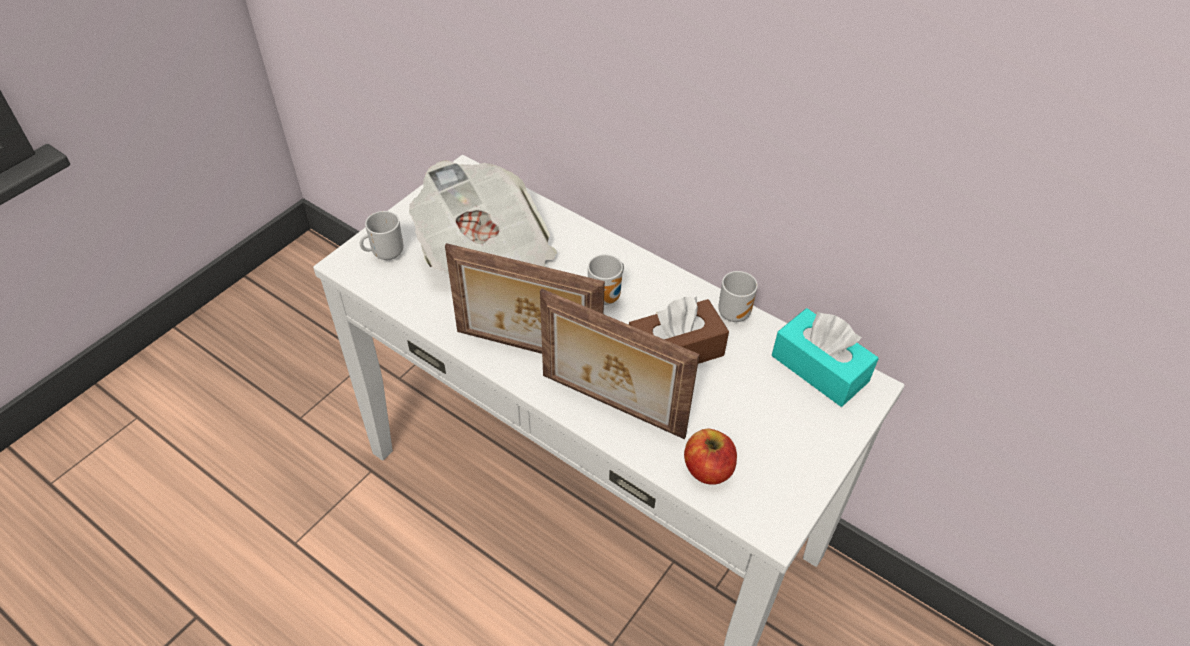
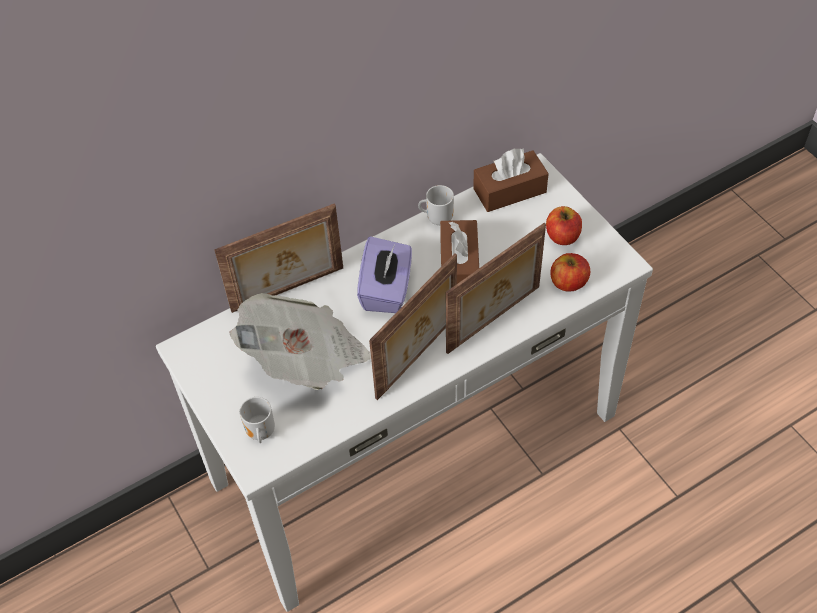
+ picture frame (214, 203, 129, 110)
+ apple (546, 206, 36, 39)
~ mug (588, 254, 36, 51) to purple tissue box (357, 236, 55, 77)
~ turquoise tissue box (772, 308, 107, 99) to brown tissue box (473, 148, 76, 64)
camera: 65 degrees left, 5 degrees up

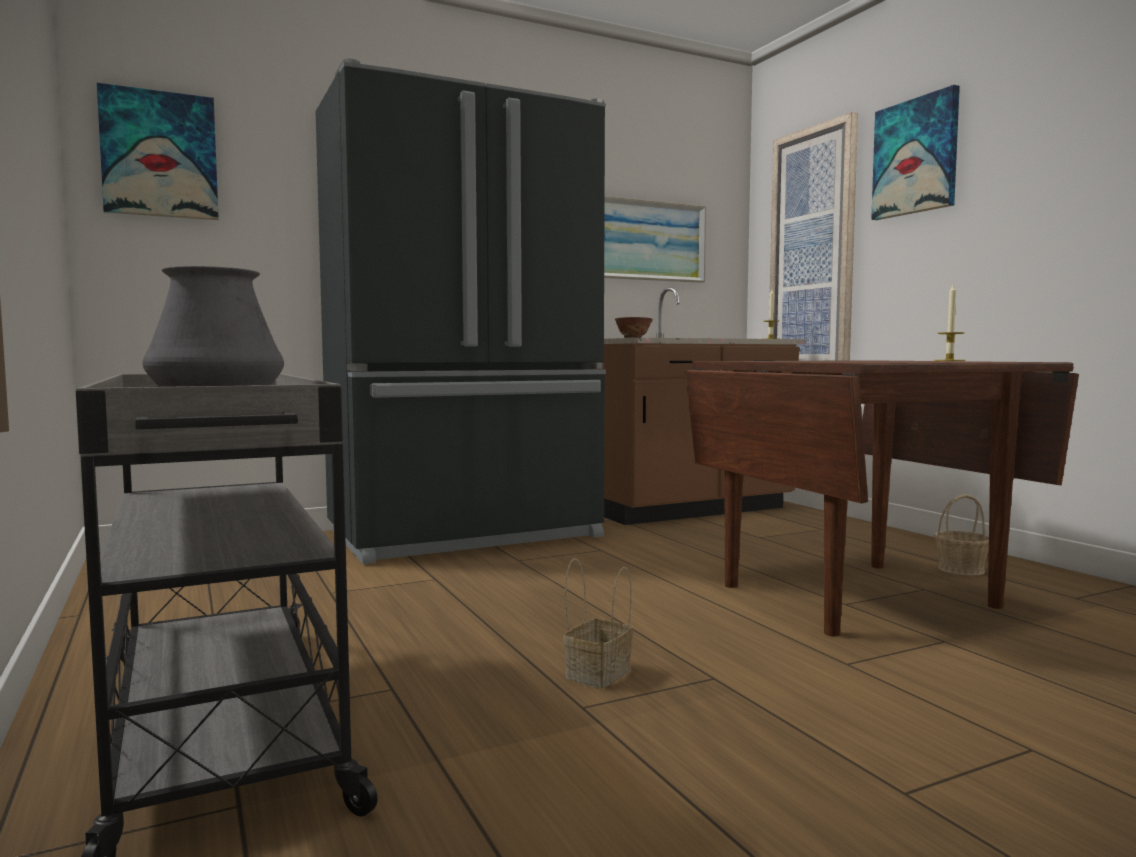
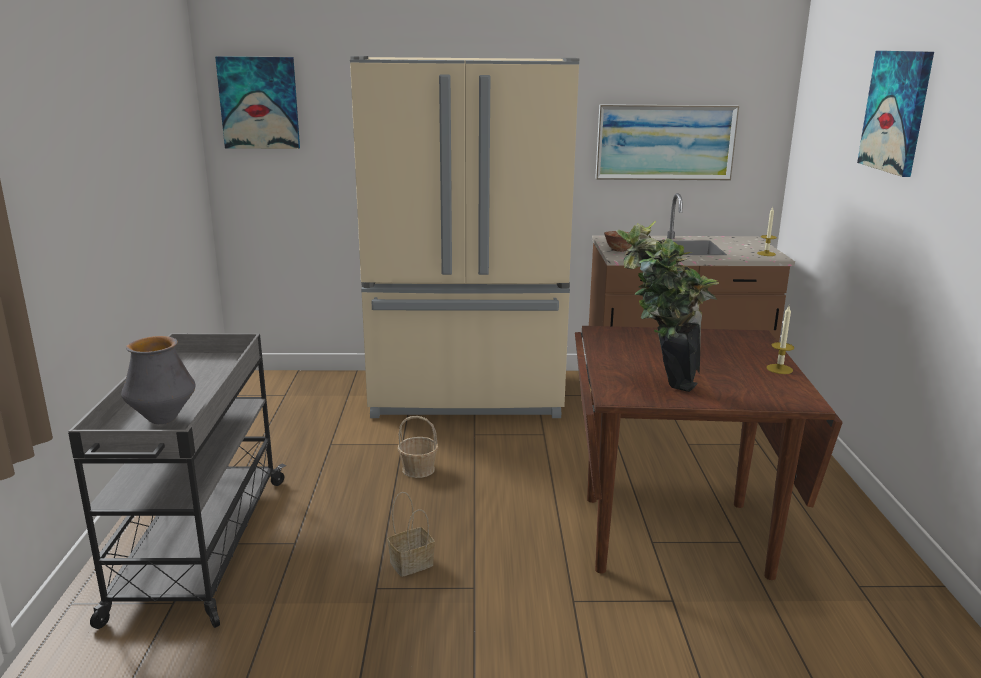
- picture (769, 112, 89, 249)
+ potted plant (616, 221, 103, 171)
~ basket (934, 494, 55, 82) to (398, 416, 40, 62)
~ black fridge (316, 58, 290, 506) to beige fridge (350, 56, 230, 362)
camera: 25 degrees right, 15 degrees up

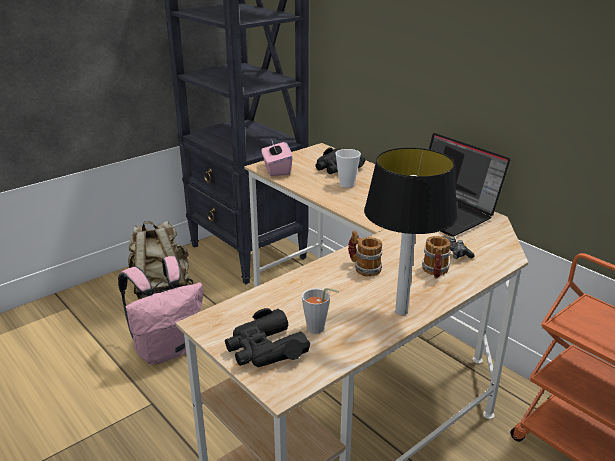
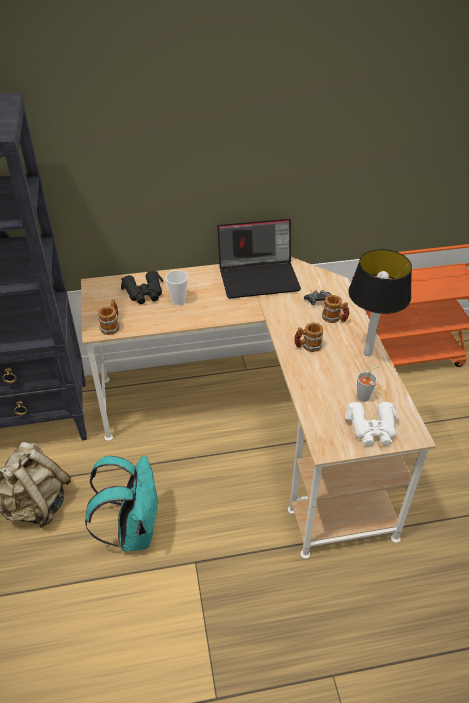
~ pink tissue box (261, 139, 32, 37) to mug (98, 299, 22, 36)
~ pink backpack (118, 256, 85, 109) to turquoise backpack (85, 456, 74, 95)
~ black binoculars (225, 308, 85, 59) to white binoculars (345, 402, 55, 44)
camera: 60 degrees left, 15 degrees up

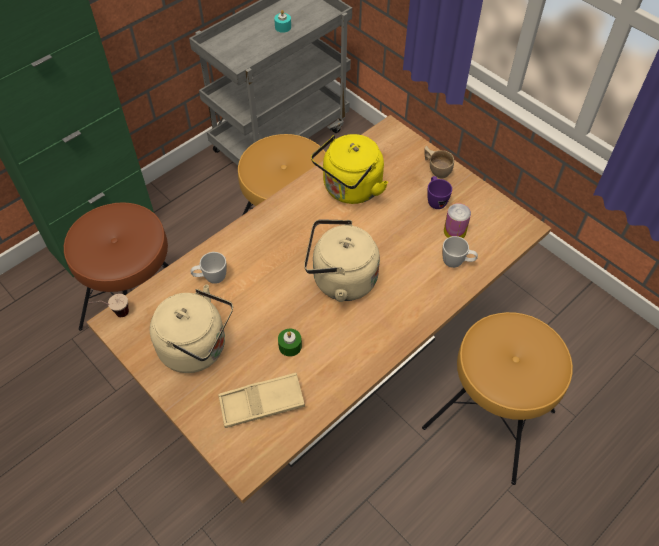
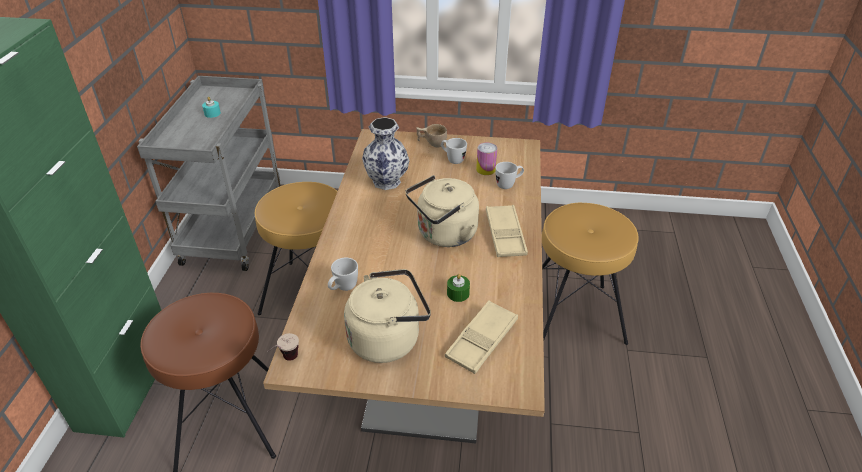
+ beige tray (486, 205, 42, 52)
~ yellow kettle (311, 134, 77, 70) to vase (362, 117, 47, 73)
~ purple mug (427, 176, 25, 33) to white mug (441, 138, 26, 26)
camera: 40 degrees left, 15 degrees down

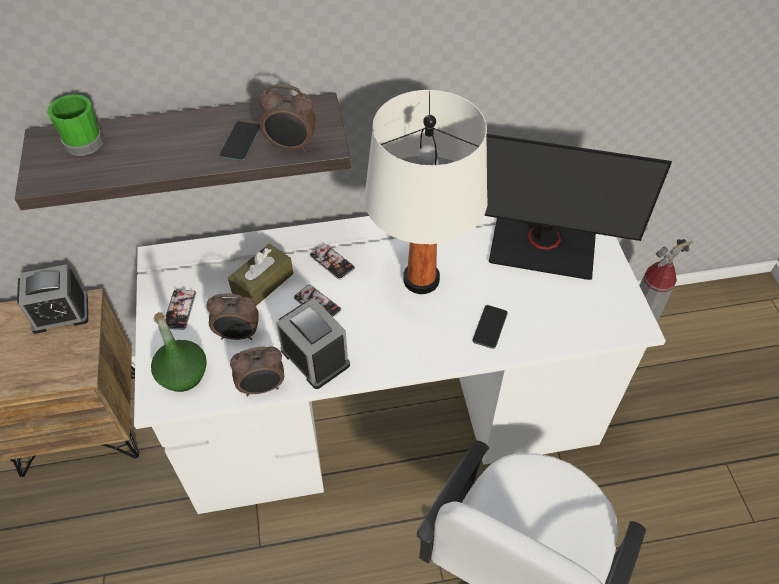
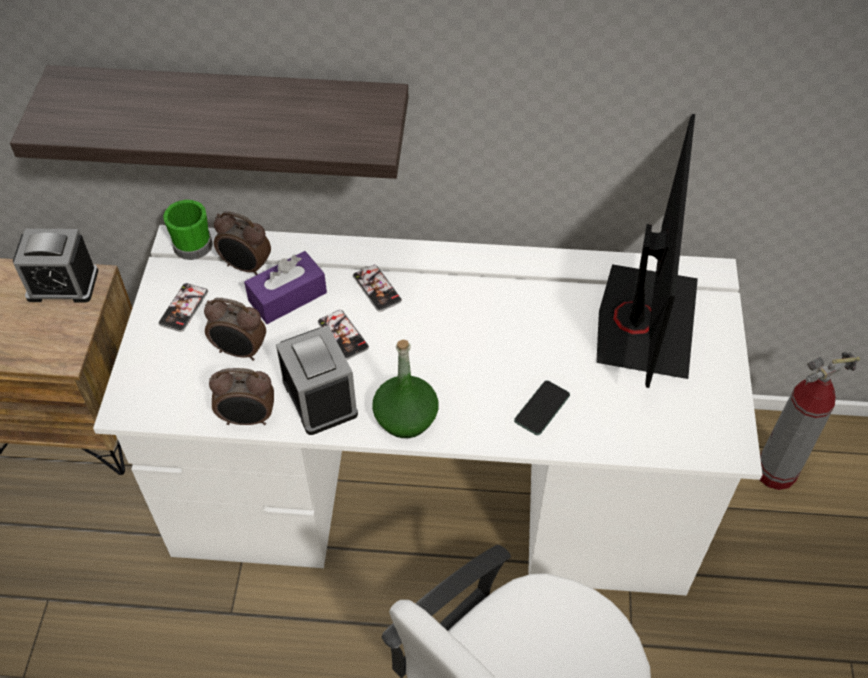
- phone (219, 121, 42, 40)
- white table lamp (364, 90, 123, 204)
~ green mug (47, 94, 57, 62) to (163, 200, 50, 60)
~ green bottle (151, 312, 56, 80) to (372, 339, 67, 99)
~ alarm clock (259, 84, 57, 68) to (214, 211, 57, 64)
~ brown tissue box (228, 244, 65, 62) to purple tissue box (244, 251, 83, 73)
~ monitor (484, 134, 188, 146) = (596, 114, 102, 274) 105 degrees counterclockwise
camera: 15 degrees right, 0 degrees up

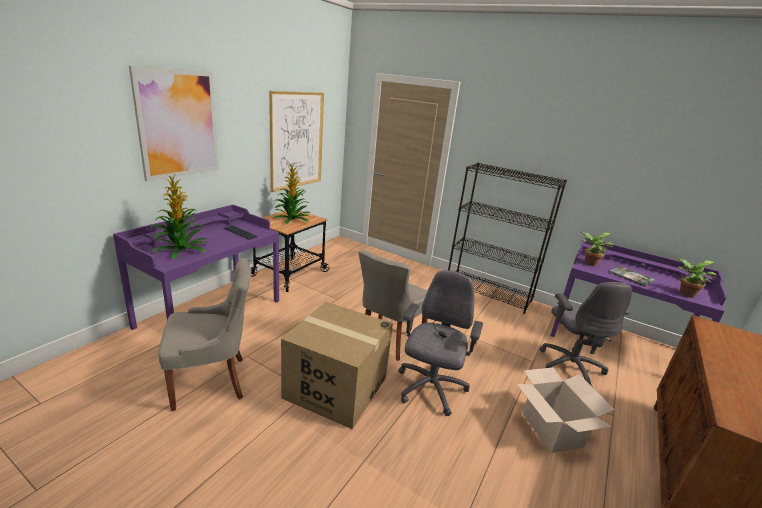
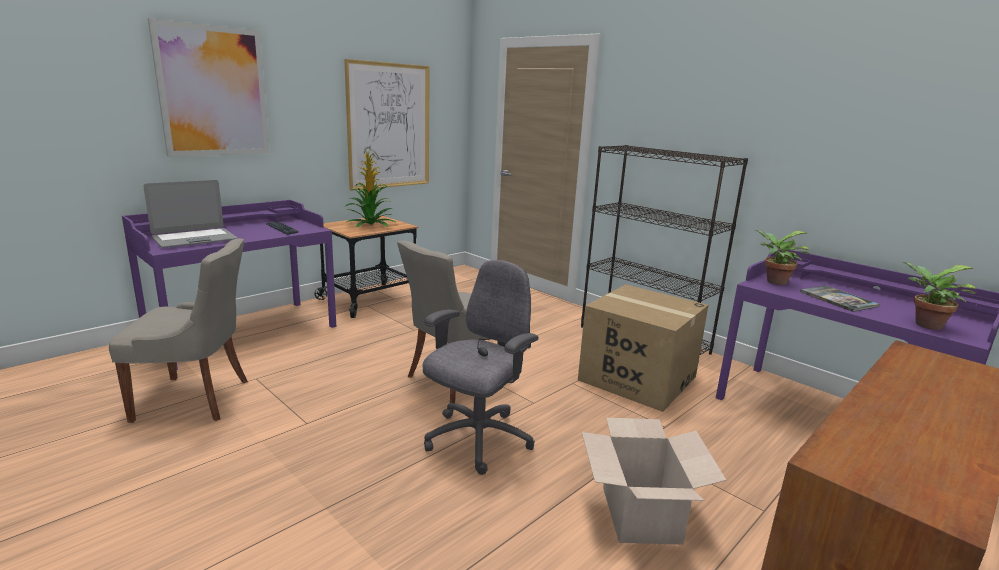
- grey office chair (540, 282, 92, 105)
~ cardboard box (281, 302, 112, 127) to (578, 284, 131, 128)
~ potted plant (151, 174, 56, 85) to laptop (143, 180, 95, 68)
camera: 15 degrees right, 5 degrees down

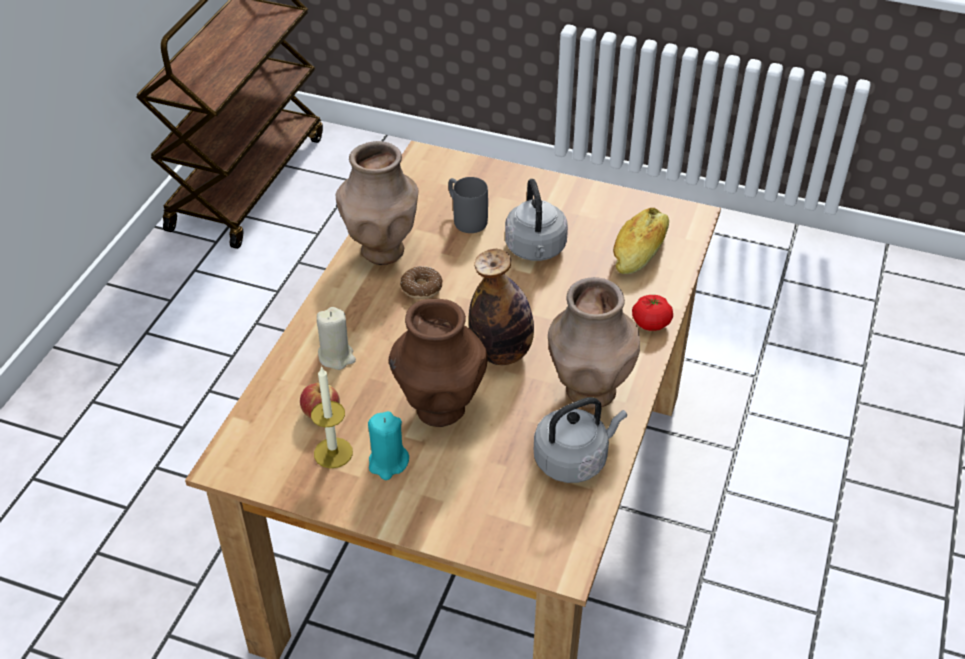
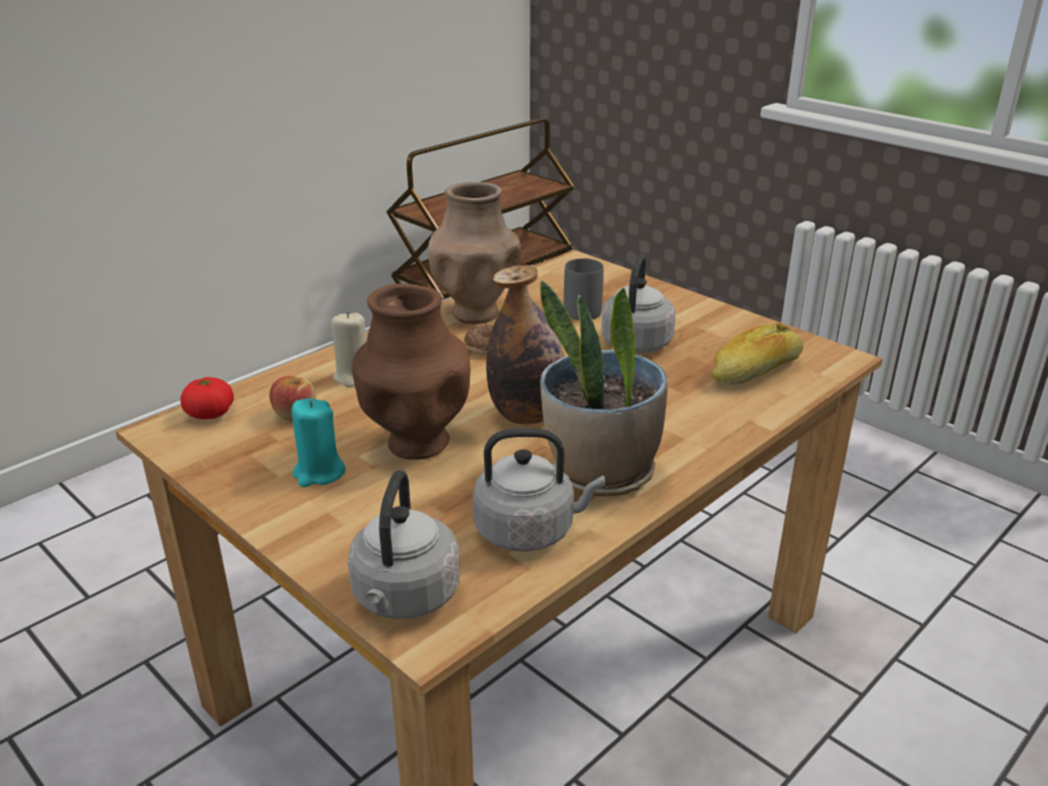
- candle (311, 366, 42, 102)
+ grey kettle (348, 470, 112, 149)
~ tomato (632, 295, 41, 36) to (180, 377, 54, 42)
~ brown vase (548, 277, 92, 132) to potted plant (540, 280, 128, 217)
camera: 25 degrees right, 15 degrees down

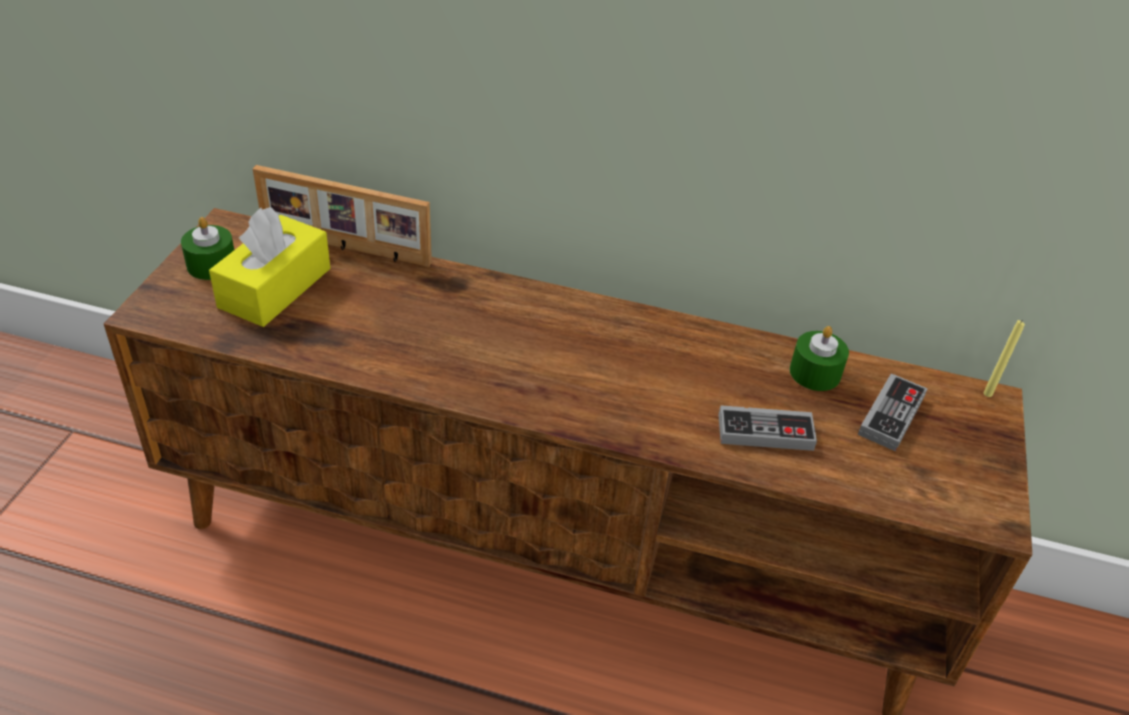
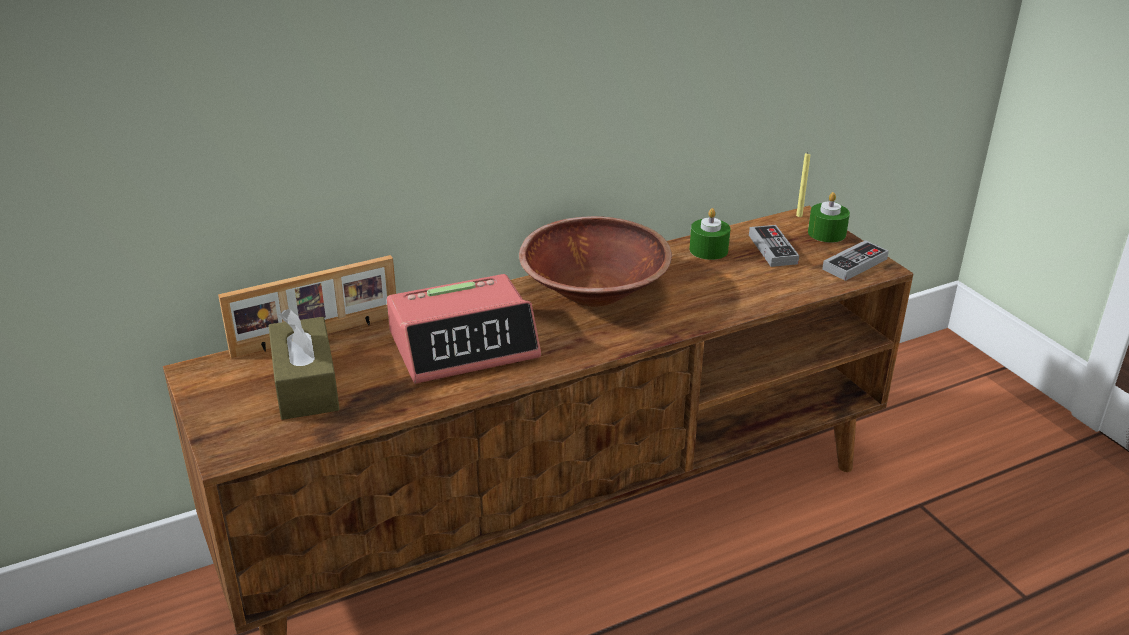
+ alarm clock (387, 274, 154, 110)
+ brown bowl (519, 216, 153, 91)
~ green candle (181, 217, 53, 63) to (808, 192, 42, 51)
~ game controller (718, 405, 99, 46) to (822, 240, 67, 41)
~ yellow tissue box (209, 207, 122, 120) to brown tissue box (268, 309, 72, 111)
camera: 40 degrees left, 10 degrees down

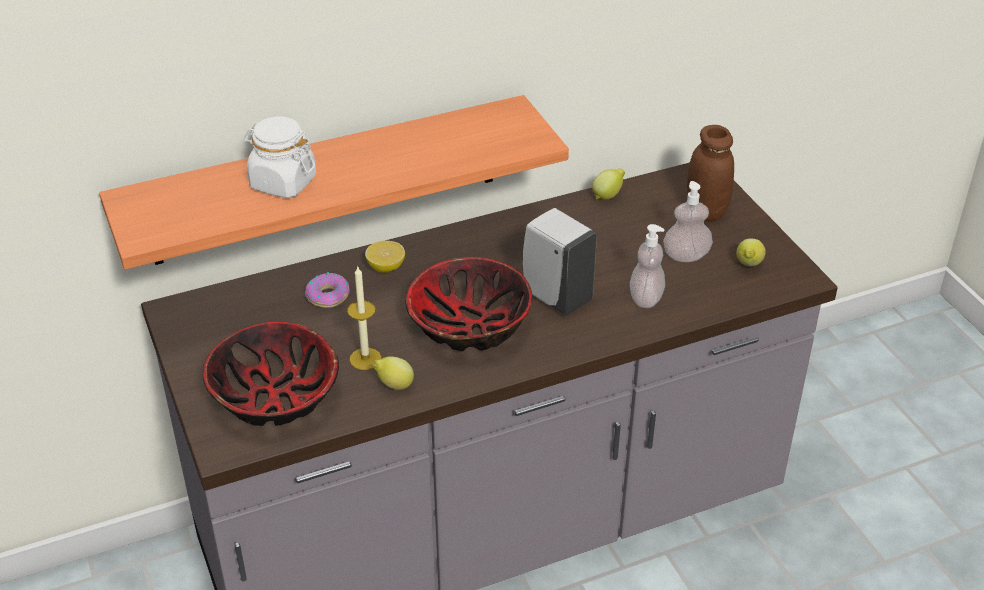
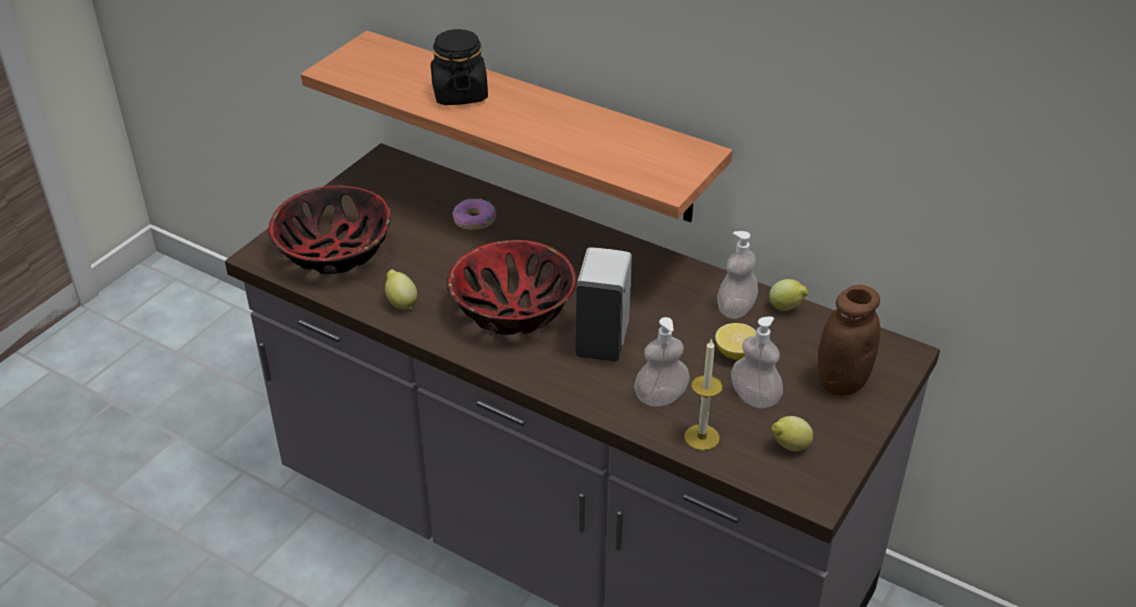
+ soap dispenser (717, 231, 41, 88)
~ candle (347, 267, 35, 103) to (684, 338, 39, 113)
~ lemon (365, 241, 40, 32) to (715, 323, 41, 37)
~ white jar (243, 116, 73, 82) to black jar (431, 29, 57, 76)
camera: 55 degrees right, 0 degrees up

